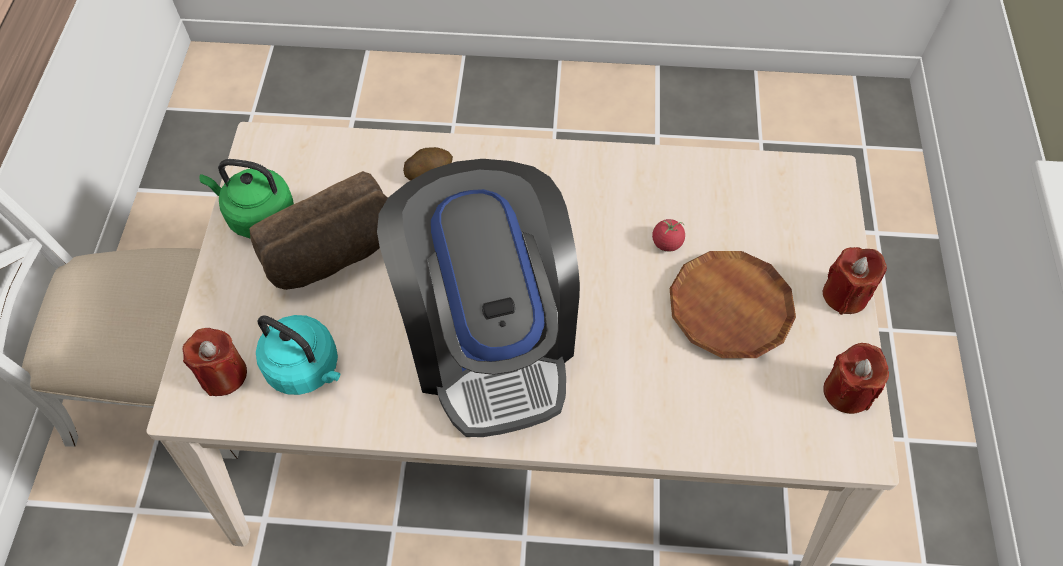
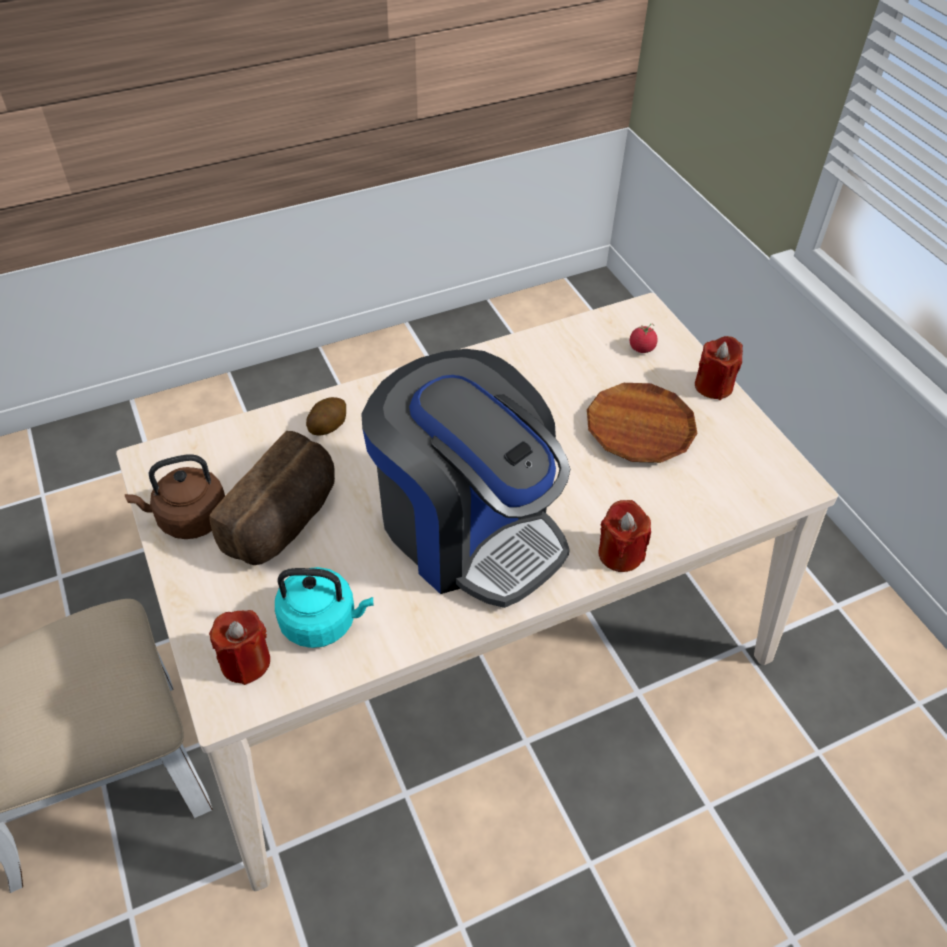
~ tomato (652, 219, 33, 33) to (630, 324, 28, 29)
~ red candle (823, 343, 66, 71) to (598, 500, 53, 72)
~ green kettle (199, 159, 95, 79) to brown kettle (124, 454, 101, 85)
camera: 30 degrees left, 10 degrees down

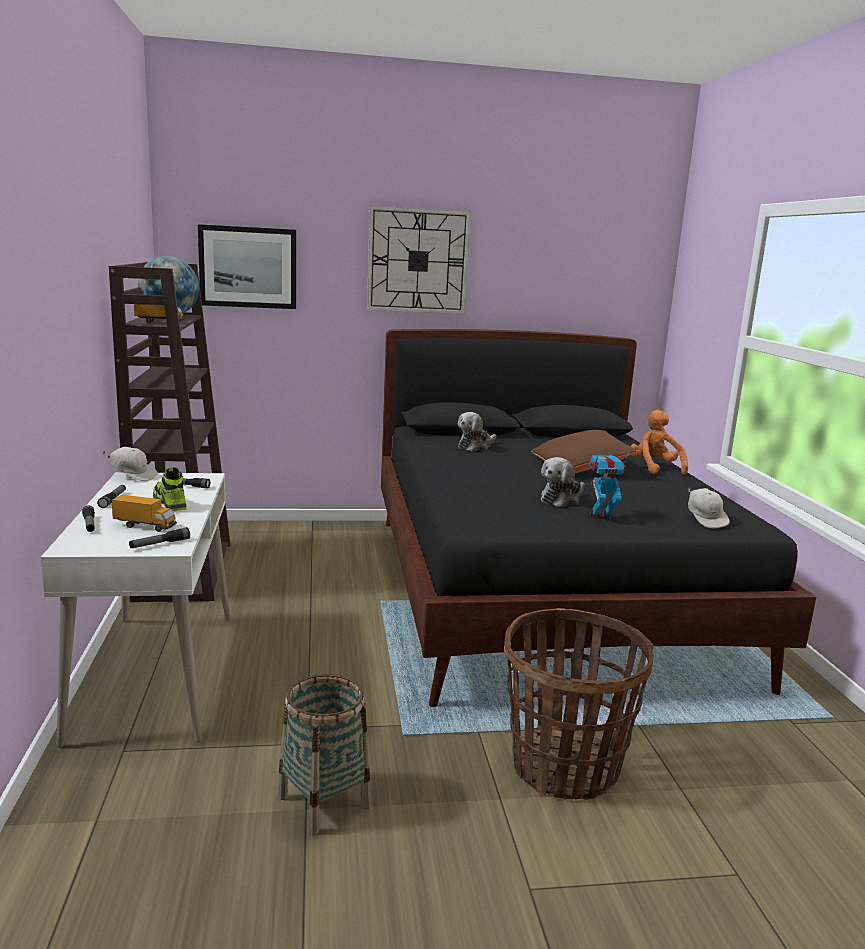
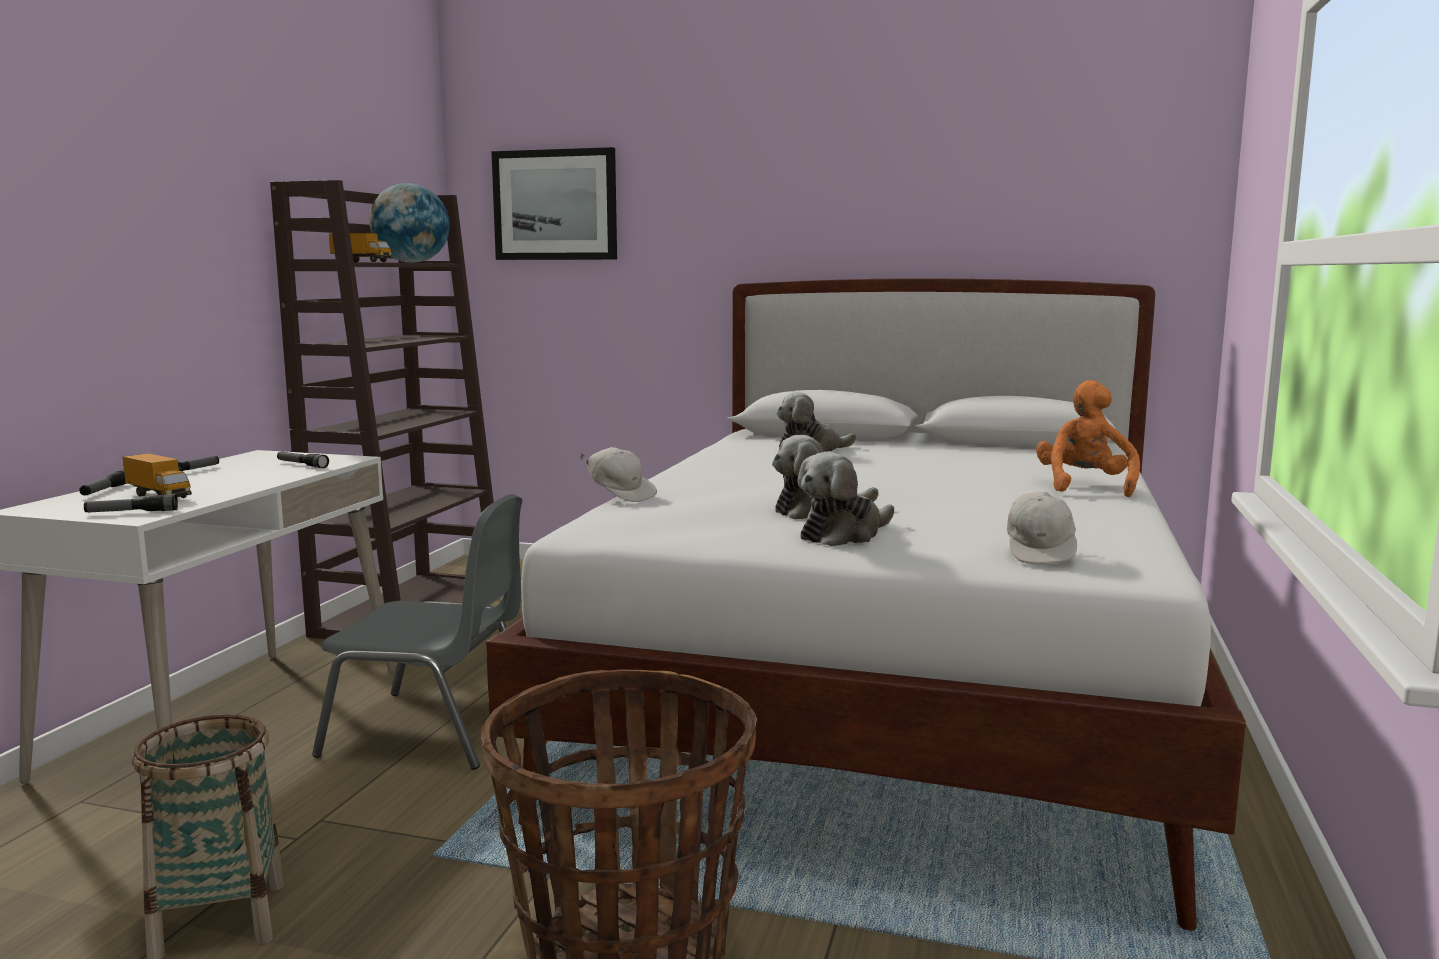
- shoe (153, 467, 34, 44)
- wall clock (367, 206, 104, 108)
- brown pillow (531, 430, 105, 43)
+ grey chair (312, 494, 211, 276)
~ white cap (102, 447, 56, 34) to (579, 447, 78, 55)
~ toy robot (589, 450, 40, 70) to plush toy (798, 452, 96, 95)
~ black bed (381, 329, 436, 378) to white bed (486, 278, 760, 653)
camera: 25 degrees right, 5 degrees down

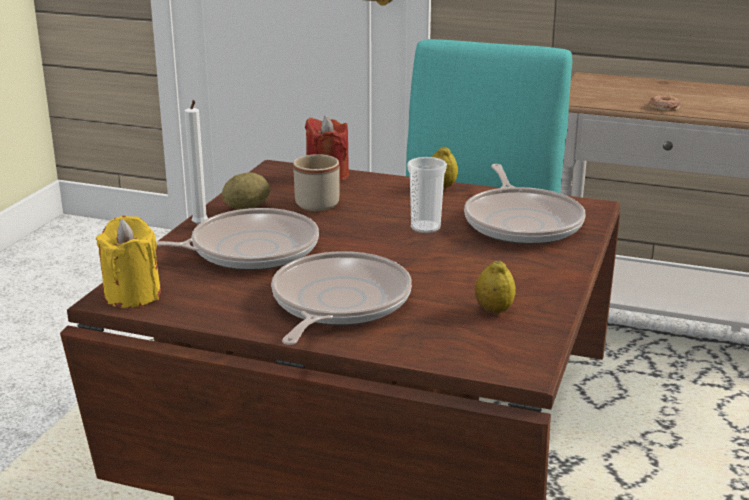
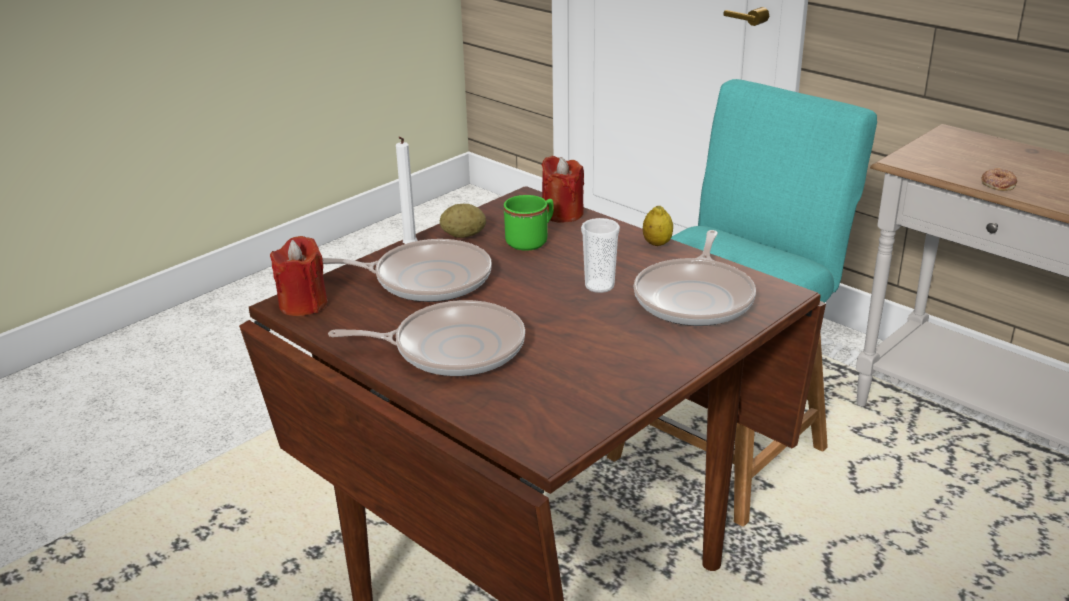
- lemon (475, 260, 41, 53)
~ yellow candle (96, 216, 65, 92) to red candle (270, 236, 58, 80)
~ beige mug (293, 154, 47, 57) to green mug (504, 195, 50, 56)
~ frying pan (271, 251, 141, 94) = (328, 300, 197, 76) 45 degrees clockwise
camera: 25 degrees right, 5 degrees up

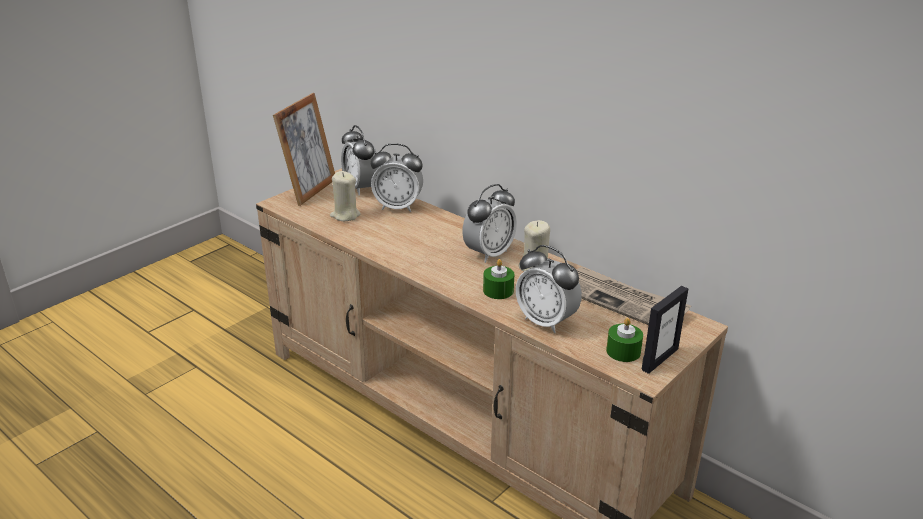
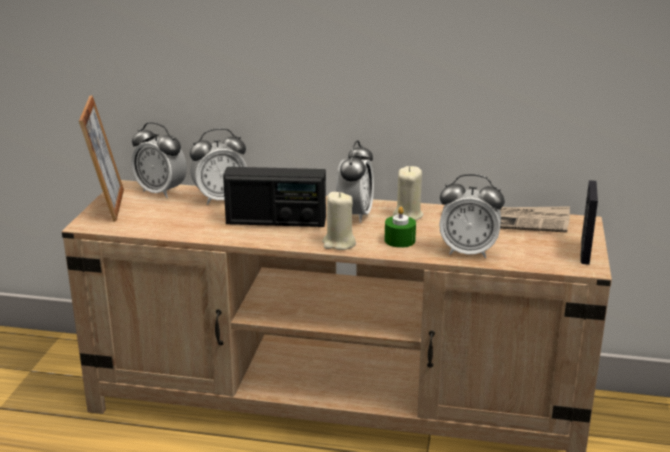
- green candle (606, 318, 37, 44)
+ radio (223, 167, 103, 60)
~ beige candle (330, 171, 31, 50) to (322, 192, 34, 58)
camera: 30 degrees left, 5 degrees down

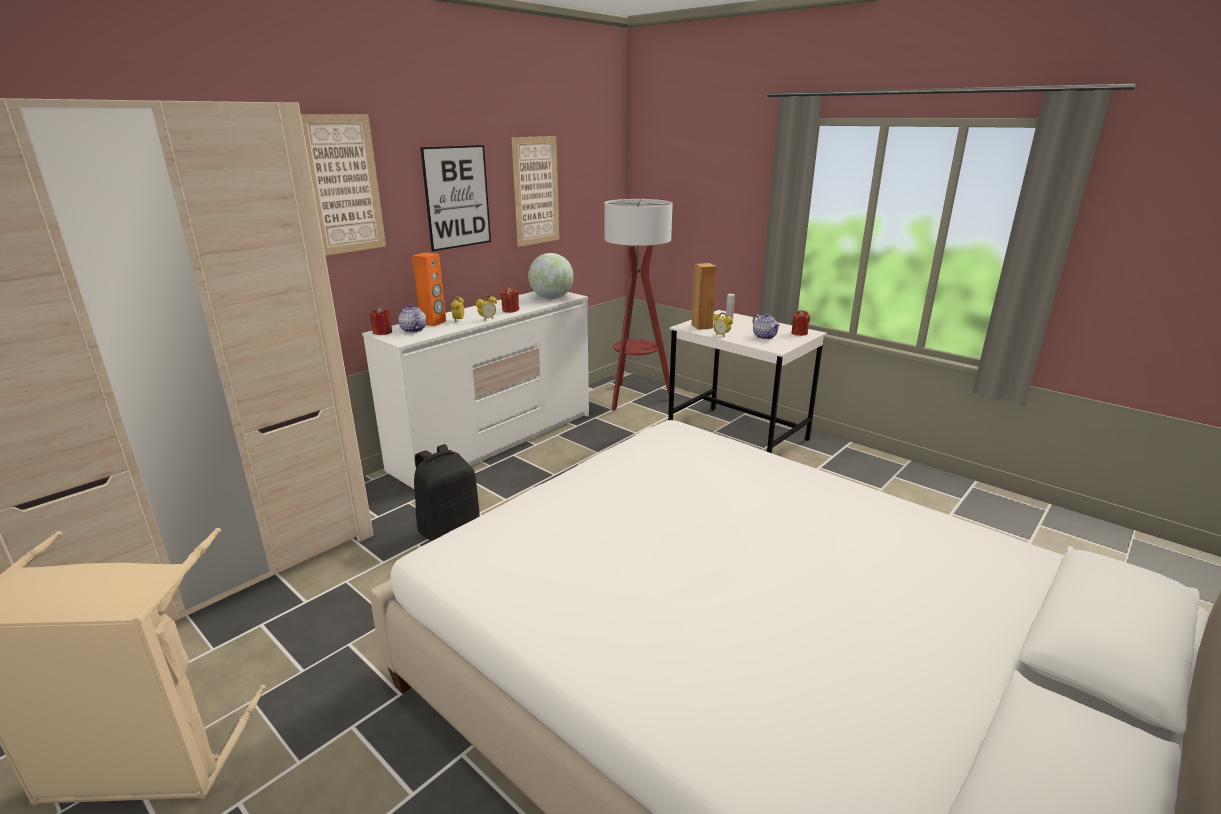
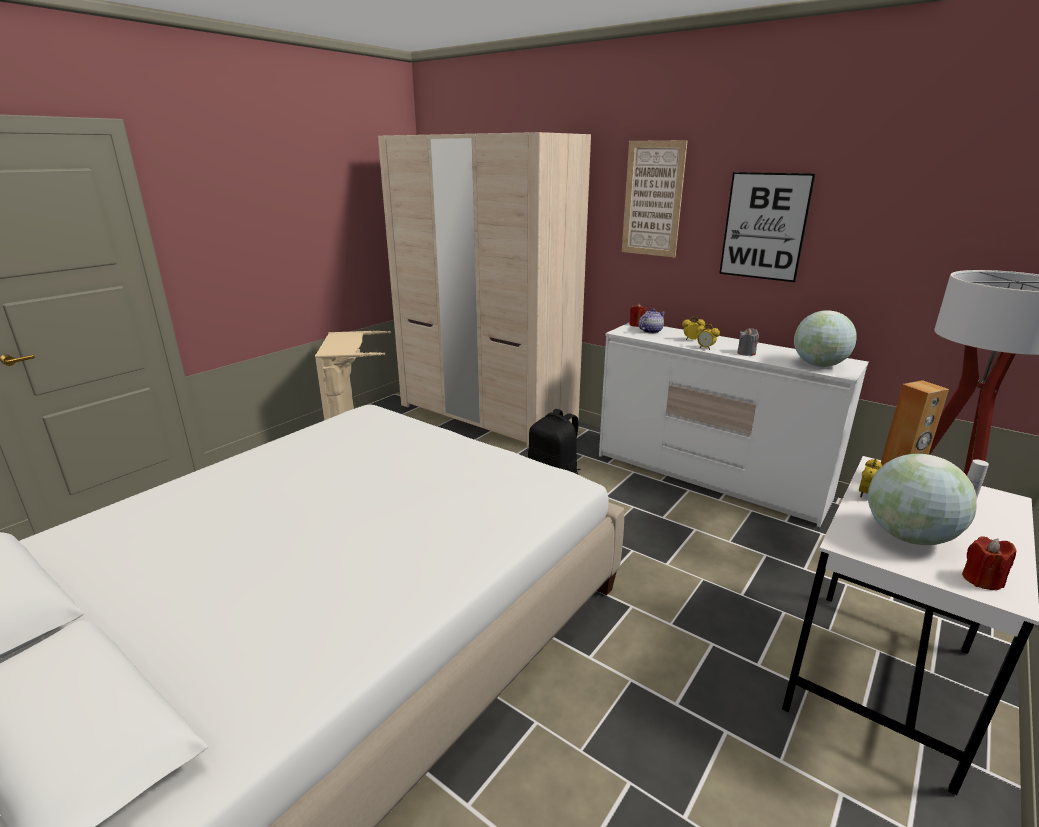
- orange speaker (412, 252, 34, 74)
- picture (512, 136, 47, 111)
~ teapot (753, 313, 27, 26) to globe (868, 454, 109, 91)
~ red candle (501, 287, 18, 26) to grey candle (737, 328, 22, 28)
camera: 85 degrees right, 0 degrees up

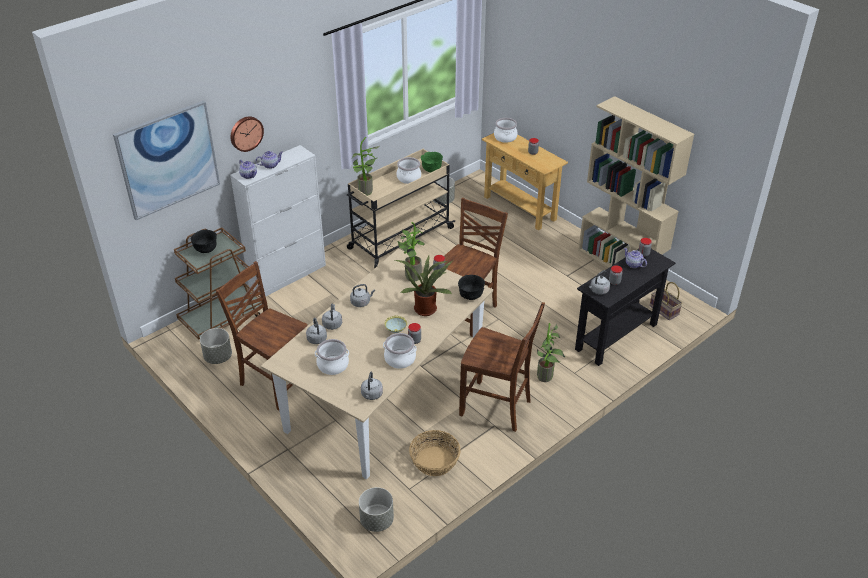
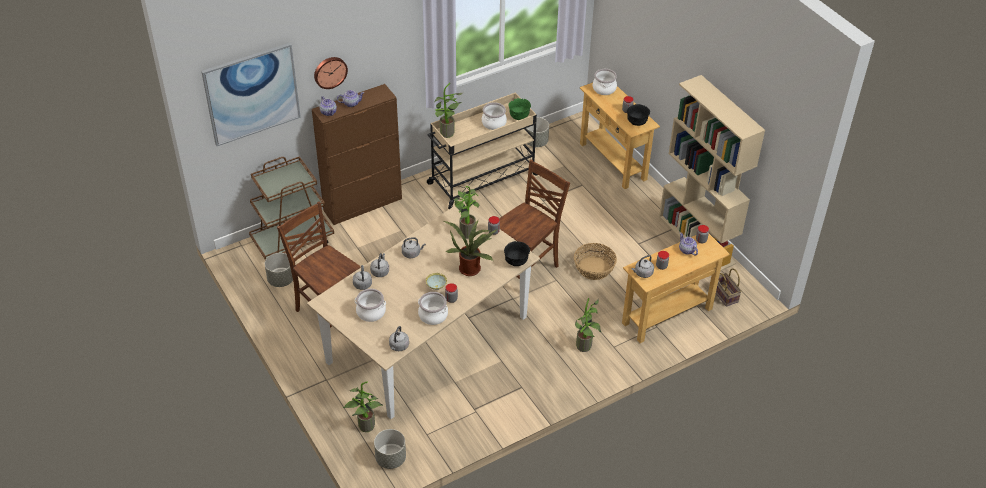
- brown chair (459, 302, 86, 130)
+ potted plant (343, 381, 40, 51)
~ black bowl (191, 230, 26, 23) to (627, 104, 23, 22)
~ basket (409, 430, 52, 46) to (574, 243, 43, 37)
~ white cabinet (230, 145, 96, 152) to brown cabinet (312, 84, 90, 141)
~ black console table (575, 249, 100, 117) to beige console table (622, 234, 108, 109)
camera: 10 degrees right, 5 degrees up

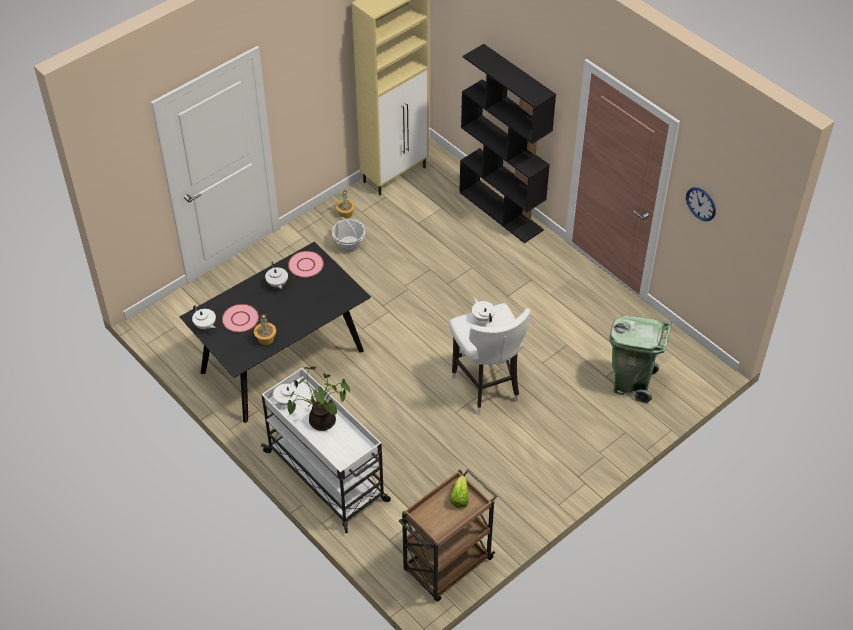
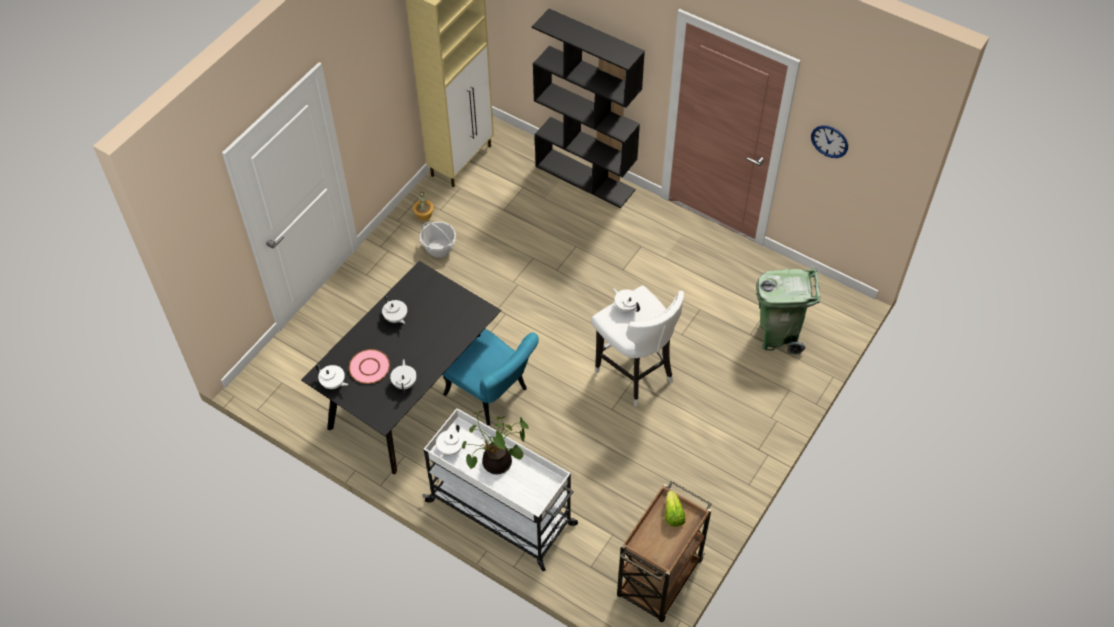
- pink plate (288, 251, 36, 26)
+ turquoise chair (443, 329, 96, 97)
~ potted plant (254, 314, 22, 31) to white teapot (390, 359, 27, 34)
camera: 15 degrees left, 5 degrees up

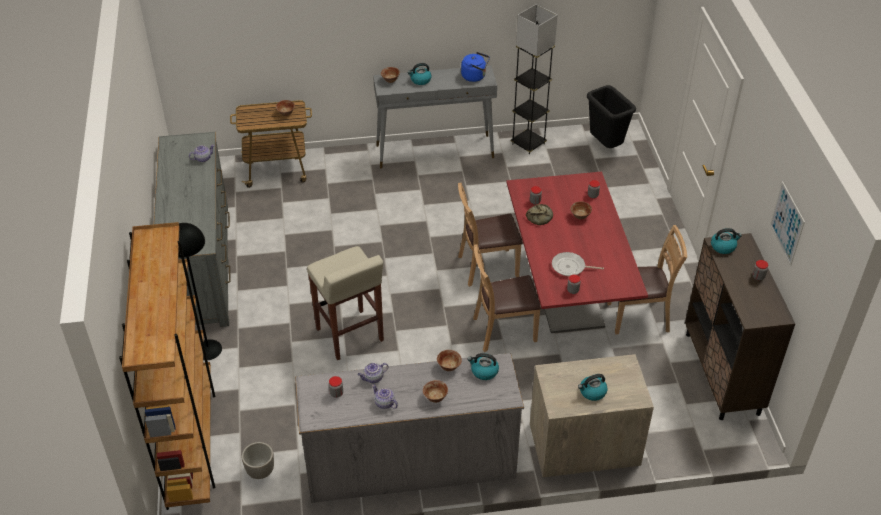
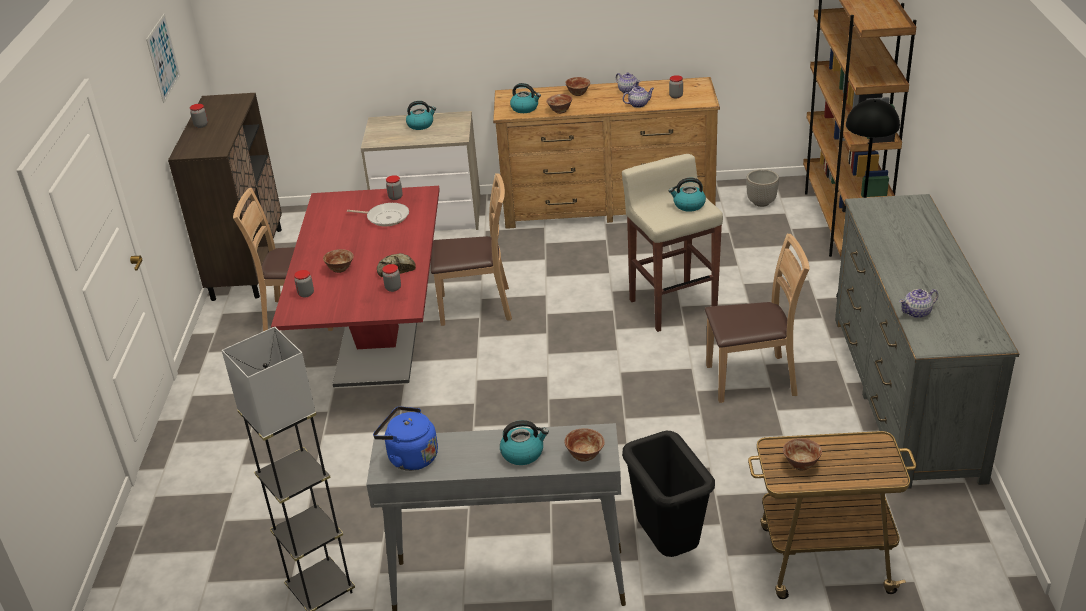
~ brown chair (458, 183, 65, 104) to (705, 234, 105, 169)
~ black trash can (587, 85, 49, 63) to (622, 431, 93, 126)
~ kettle (711, 228, 31, 26) to (669, 178, 37, 34)
~ grey dresser (295, 353, 229, 150) to brown dresser (493, 77, 227, 152)
camera: 170 degrees left, 10 degrees down

